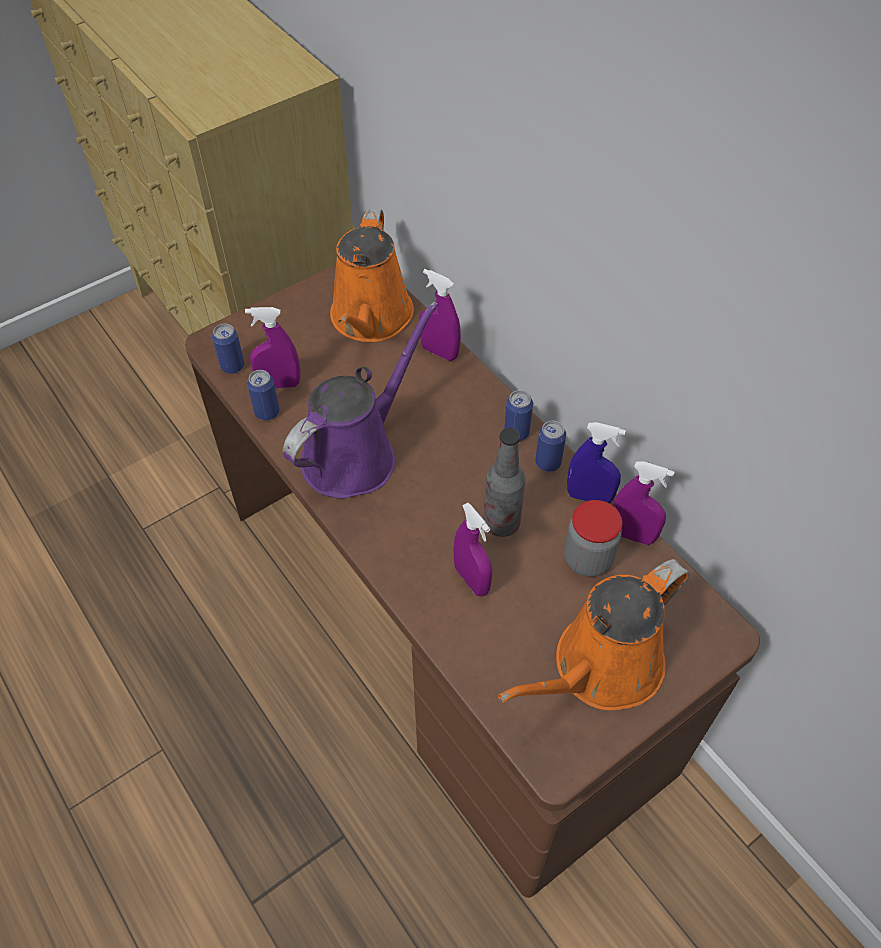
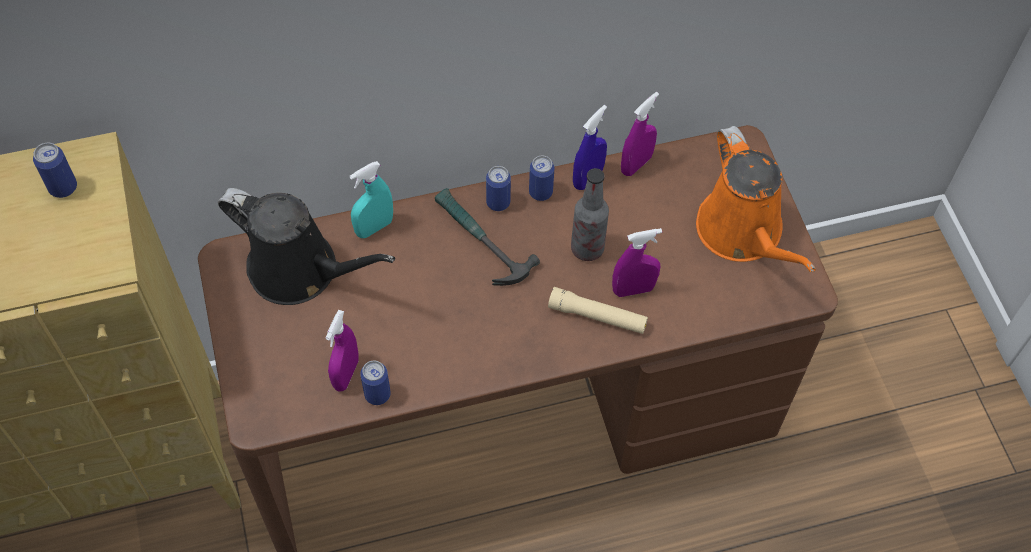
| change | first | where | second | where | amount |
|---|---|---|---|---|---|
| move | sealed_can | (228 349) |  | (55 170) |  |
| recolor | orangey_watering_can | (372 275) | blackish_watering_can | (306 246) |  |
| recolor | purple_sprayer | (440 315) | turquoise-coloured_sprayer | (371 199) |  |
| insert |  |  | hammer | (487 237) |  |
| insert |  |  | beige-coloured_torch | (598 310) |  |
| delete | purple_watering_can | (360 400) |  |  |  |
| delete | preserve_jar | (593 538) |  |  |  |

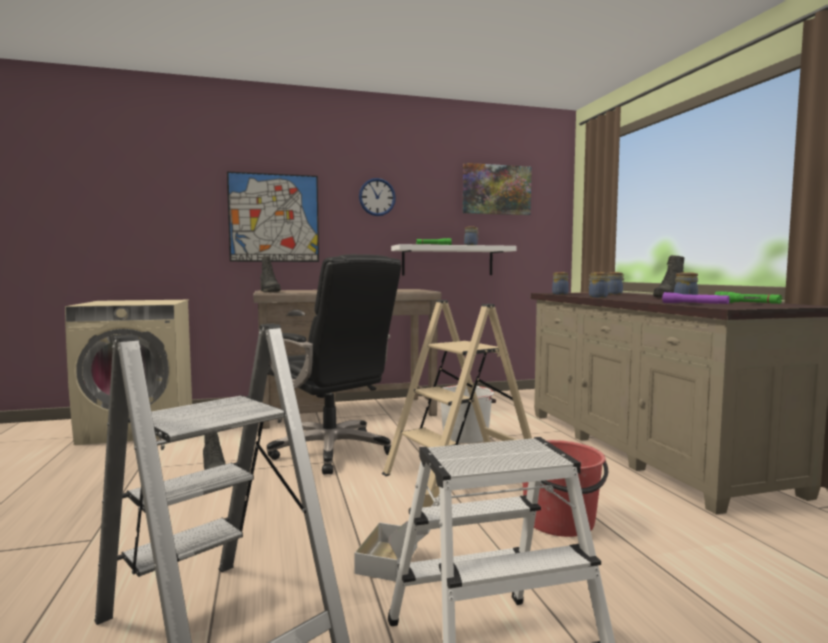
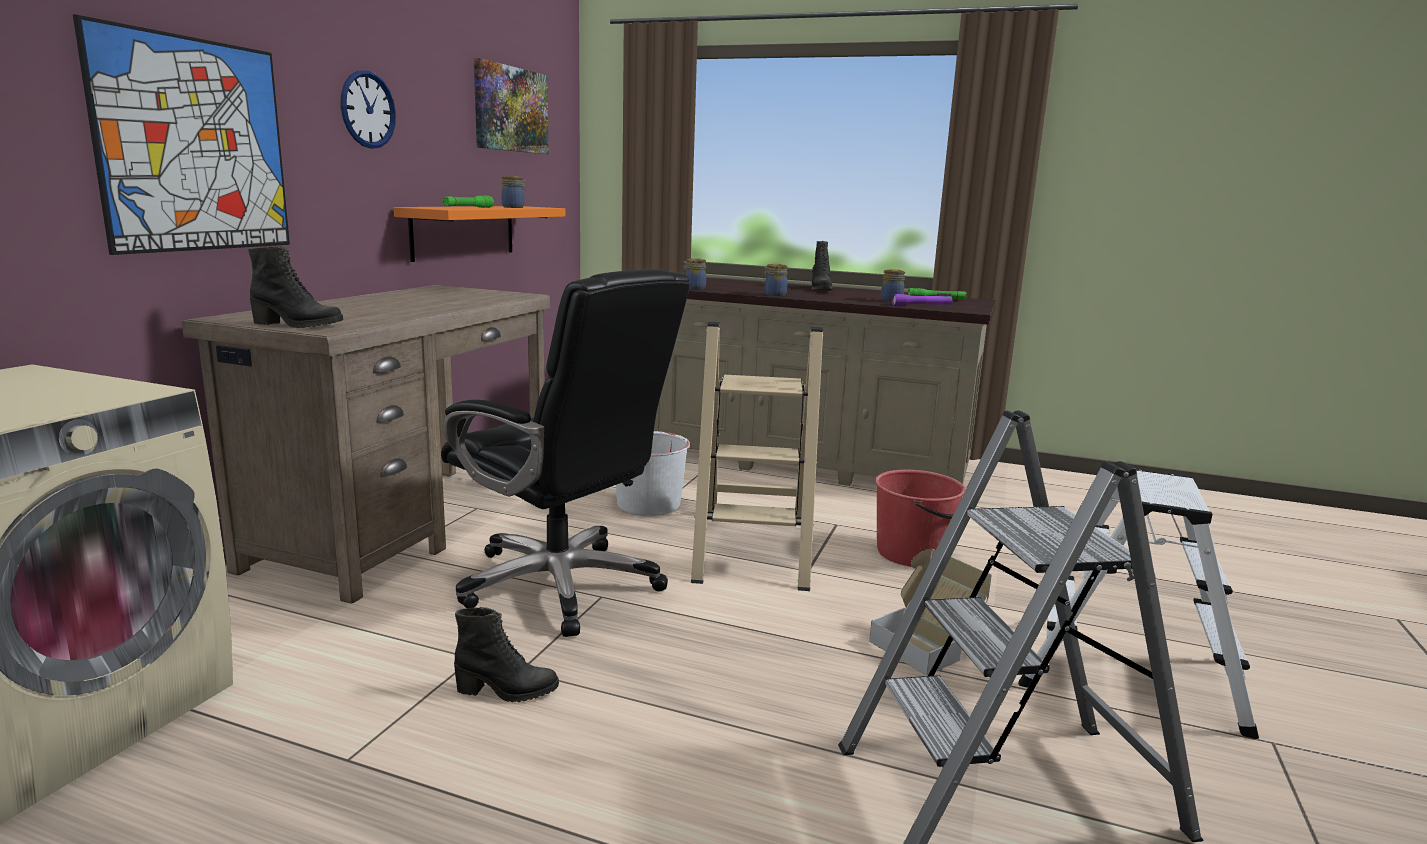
| change | first | where | second | where | amount |
|---|---|---|---|---|---|
| recolor | white_bracket_shelf | (454 259) | orangey_bracket_shelf | (480 234) |  |
| rotate | blackish_desk_chair | (334 364) |  | (565 453) | 45 degrees clockwise |
| delete | preserve_jar | (616 283) |  |  |  |

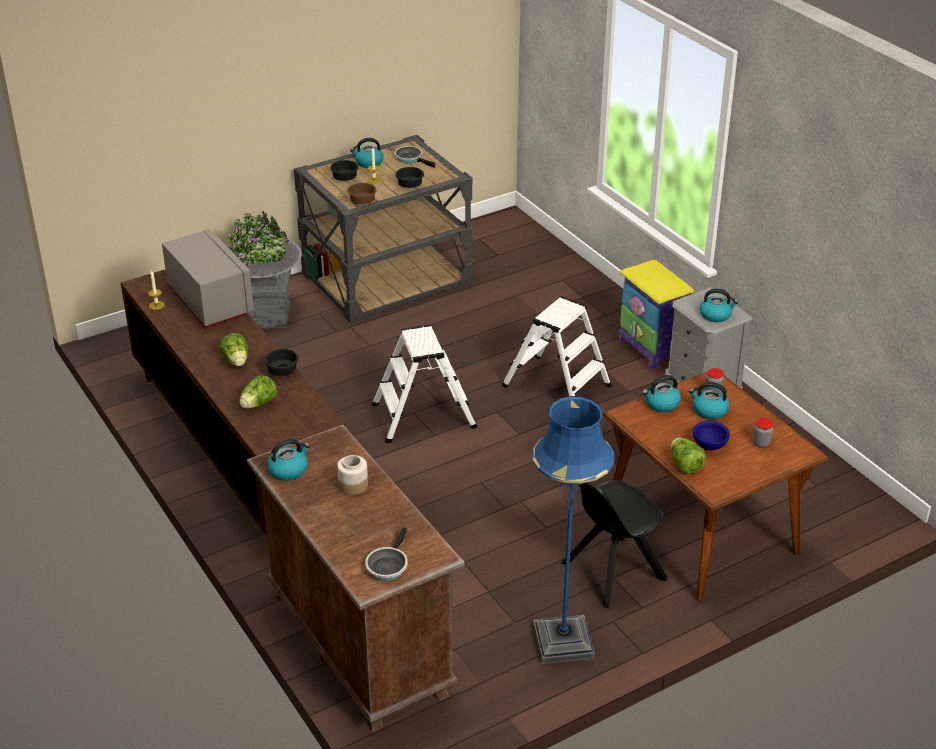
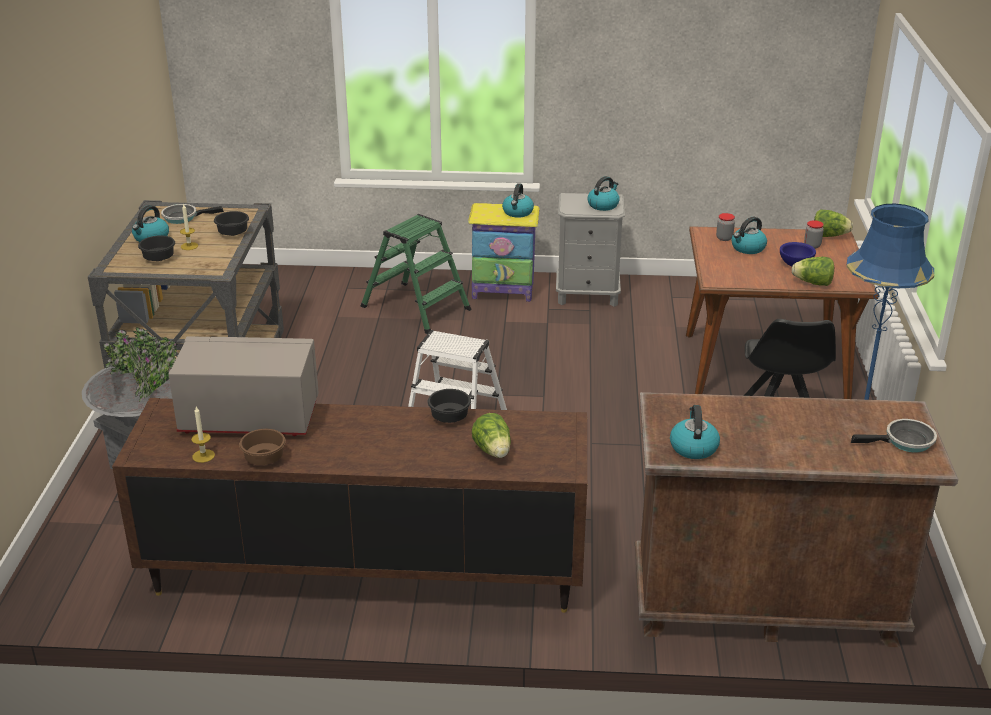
| change | first | where | second | where | amount |
|---|---|---|---|---|---|
| move | brown_serving_bowl | (362 193) |  | (262 447) |  |
| insert |  |  | greenish_stepladder | (416 274) |  |
| move | water_kettle | (661 393) |  | (518 200) |  |
| move | lettuce_head | (233 349) |  | (833 223) |  |
| rotate | pan | (386 554) |  | (894 435) | 60 degrees counterclockwise |
| delete | preserve_jar | (352 475) |  |  |  |
| delete | white_stepladder | (556 346) |  |  |  |

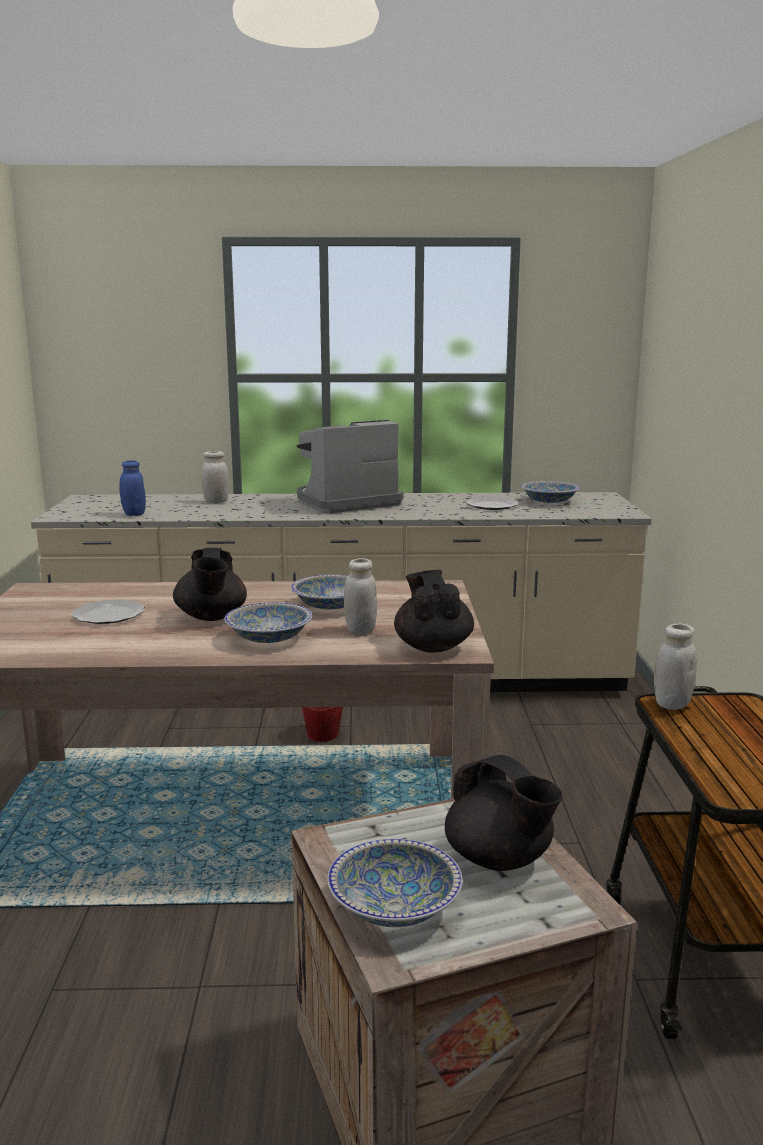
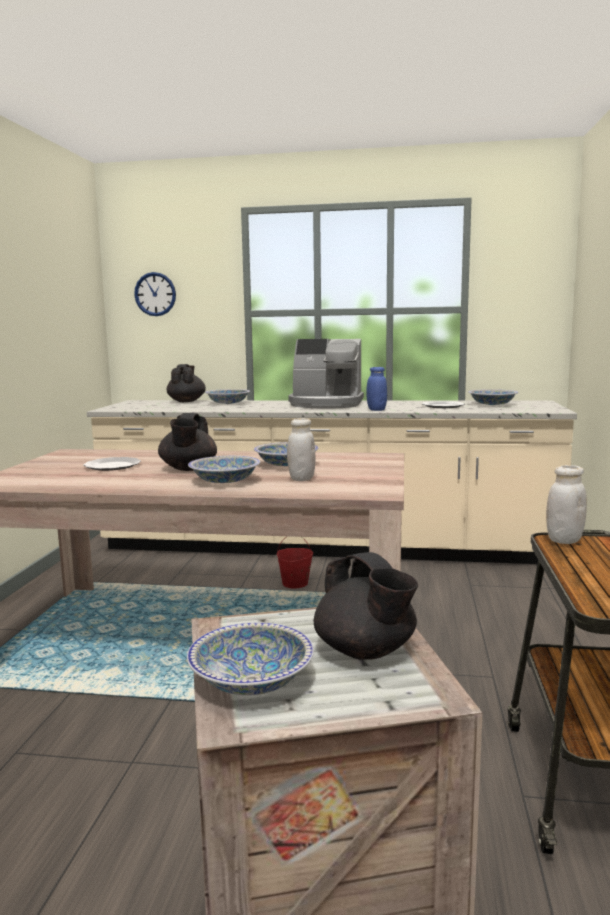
| change | first | where | second | where | amount |
|---|---|---|---|---|---|
| insert |  |  | wall_clock | (155 294) |  |
| move | blackish_pot_for_tea | (434 611) |  | (186 383) |  |
| replace | white_preserve_jar | (215 477) | serving_bowl | (227 396) |  |
| rotate | coffee_maker | (350 466) |  | (326 374) | 150 degrees counterclockwise |
| move | blue_preserve_jar | (132 488) |  | (376 389) |  |

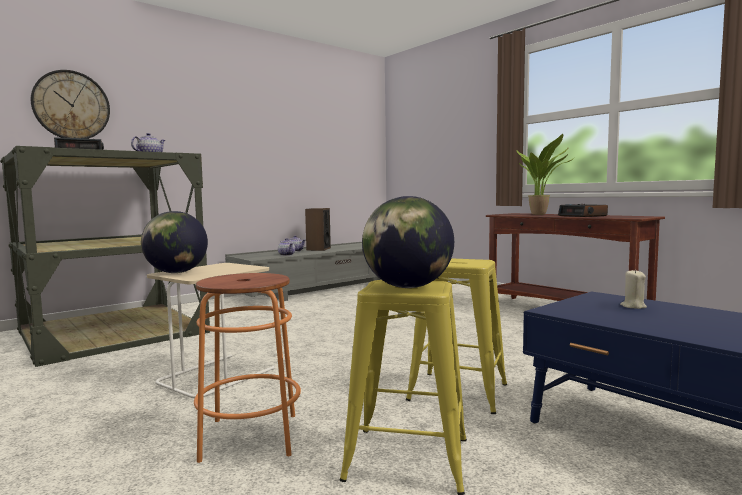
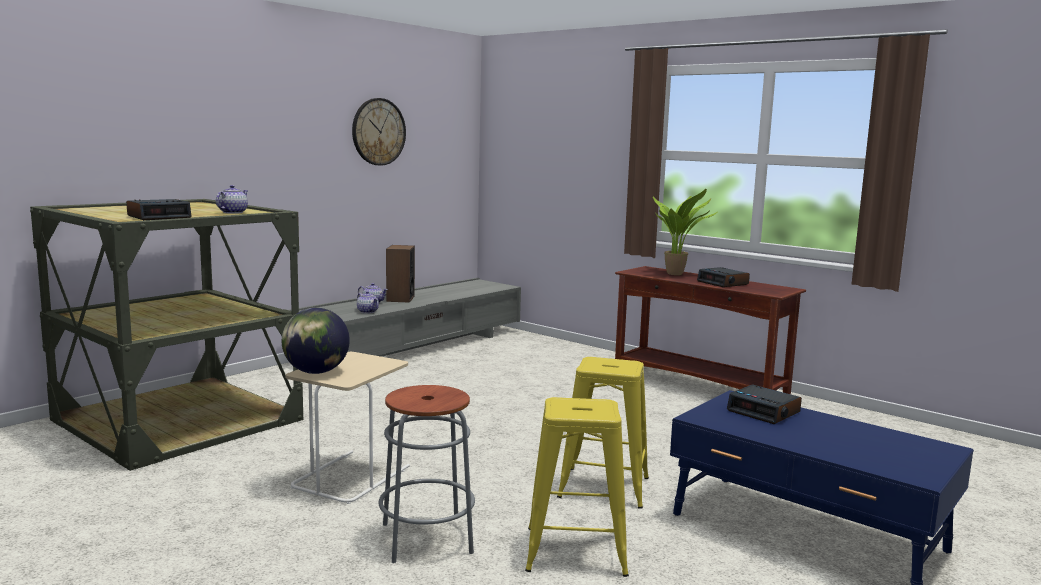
| change | first | where | second | where | amount |
|---|---|---|---|---|---|
| move | wall_clock | (70 104) |  | (379 132) |  |
| recolor | orangey_stool | (247 368) | gray_stool | (426 474) |  |
| replace | beige-coloured_candle | (633 289) | bedside_clock | (764 404) |  |
| delete | globe | (408 242) |  |  |  |

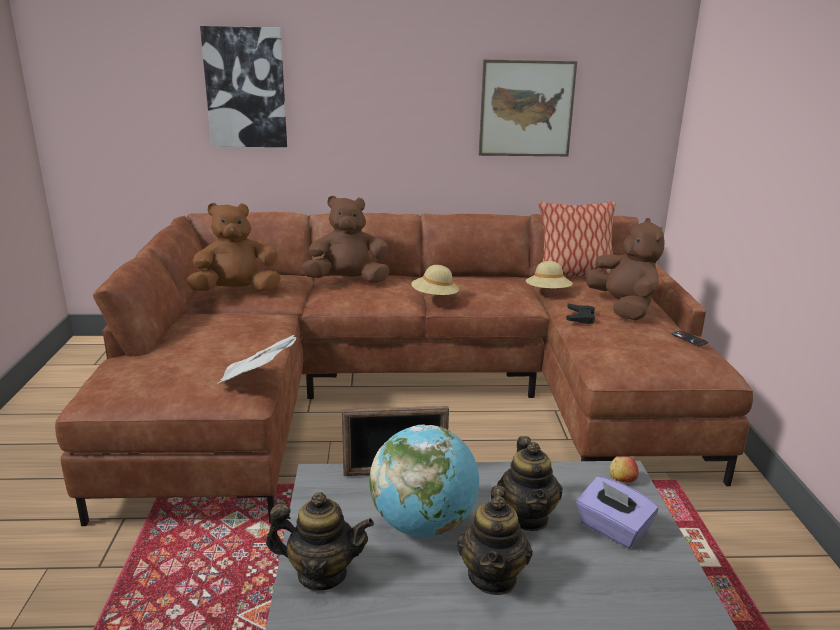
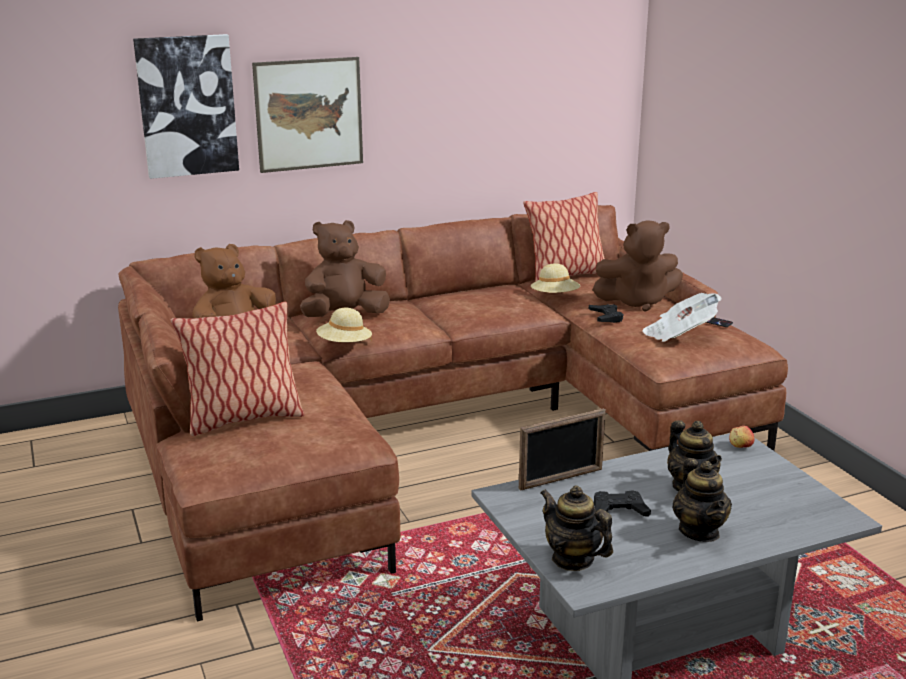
| change | first | where | second | where | amount |
|---|---|---|---|---|---|
| insert |  |  | cushion | (238 369) |  |
| move | wall_picture | (528 107) |  | (307 115) |  |
| move | beige-coloured_wearable_hat | (435 280) |  | (344 325) |  |
| rotate | pot_for_tea | (320 541) |  | (576 528) | 120 degrees counterclockwise |
| rotate | brown_plush_toy | (625 269) |  | (637 266) | 120 degrees clockwise |
| replace | globe | (424 481) | blackish_gamepad | (622 503) |  |
| move | newspaper | (256 359) |  | (682 317) |  |
| delete | purple_tissue_box | (617 512) |  |  |  |

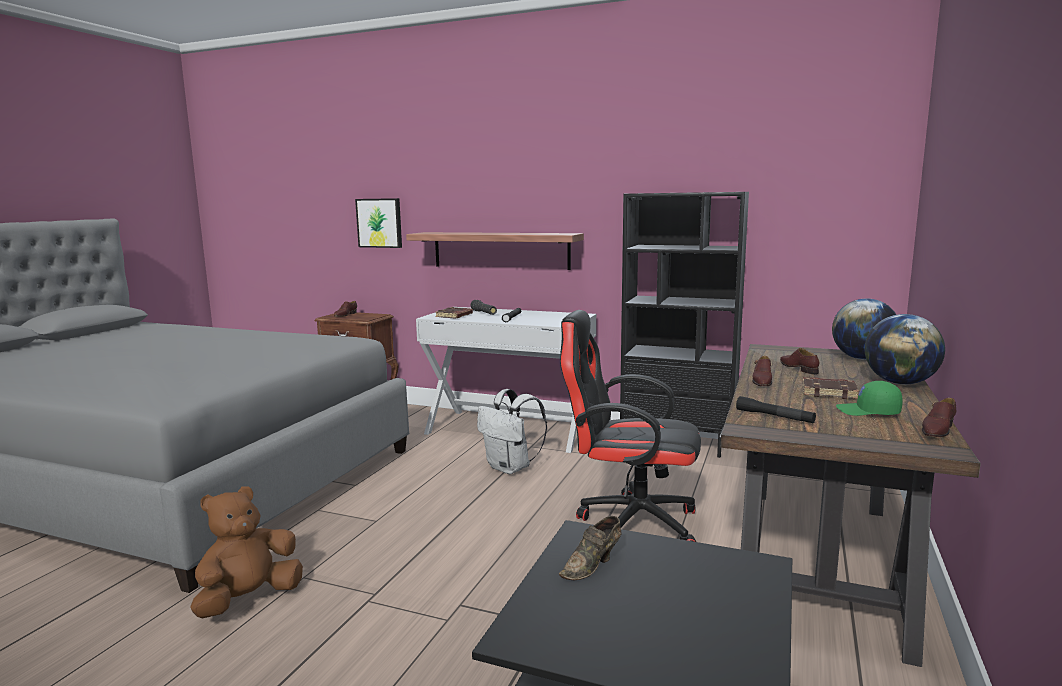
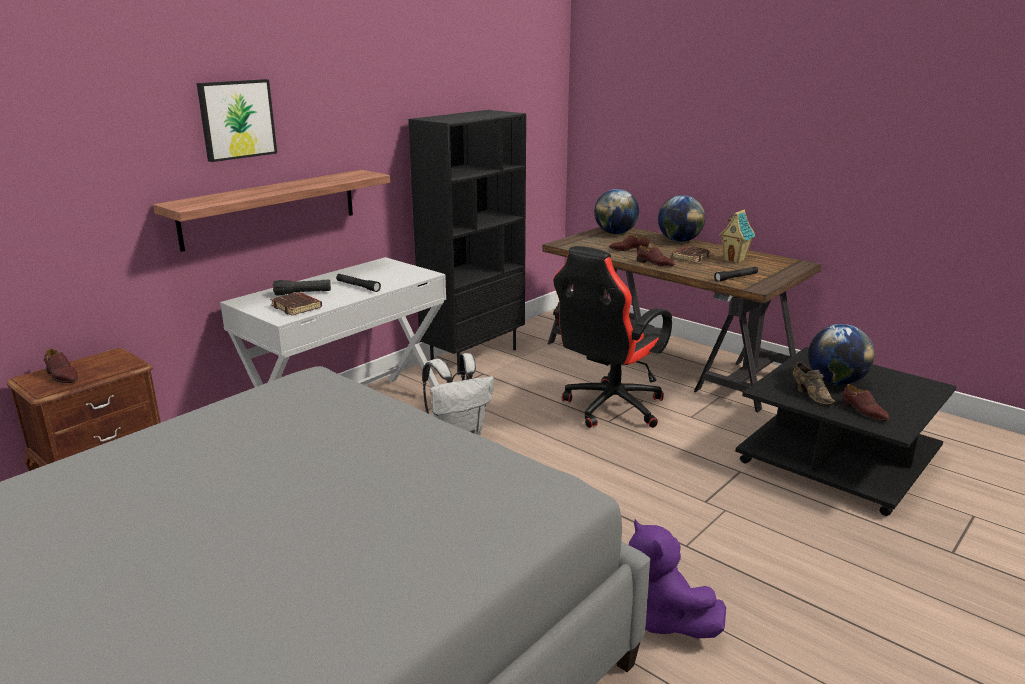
| change | first | where | second | where | amount |
|---|---|---|---|---|---|
| move | wall_picture | (378 223) |  | (237 120) |  |
| recolor | brown_plush_toy | (246 552) | purple_plush_toy | (677 578) |  |
| replace | greenish_peaked_cap | (869 398) | toy_house | (737 236) |  |
| insert |  |  | globe | (841 354) |  |
| move | brown_item_of_footwear | (939 417) |  | (865 402) |  |

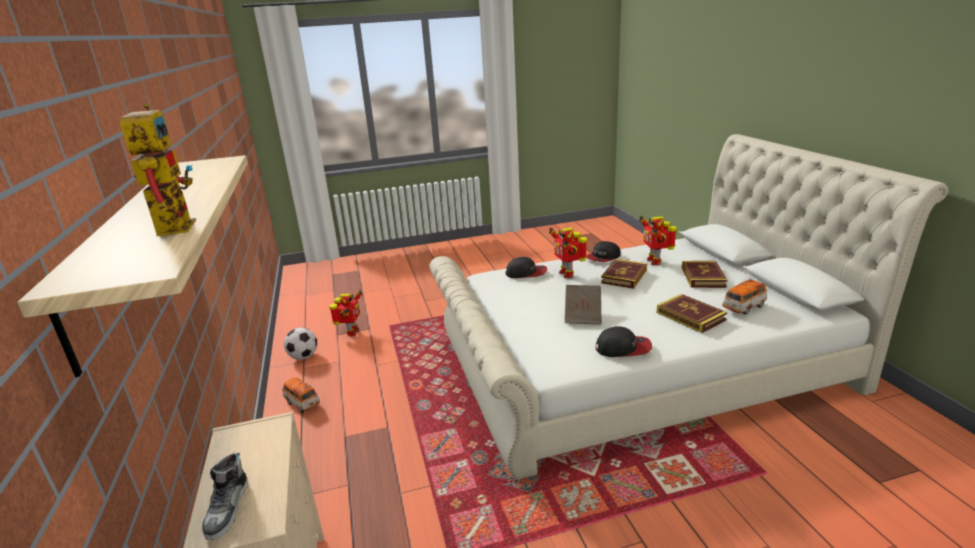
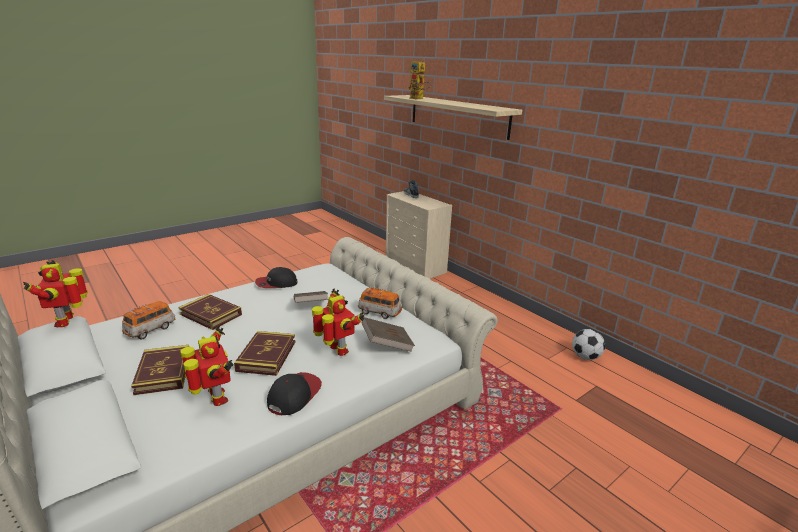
| change | first | where | second | where | amount |
|---|---|---|---|---|---|
| move | toy_robot | (346 312) |  | (55 293) |  |
| move | model_car | (301 395) |  | (380 303) |  |
| replace | peaked_cap | (526 267) | brown_bound_book | (388 334) |  |

